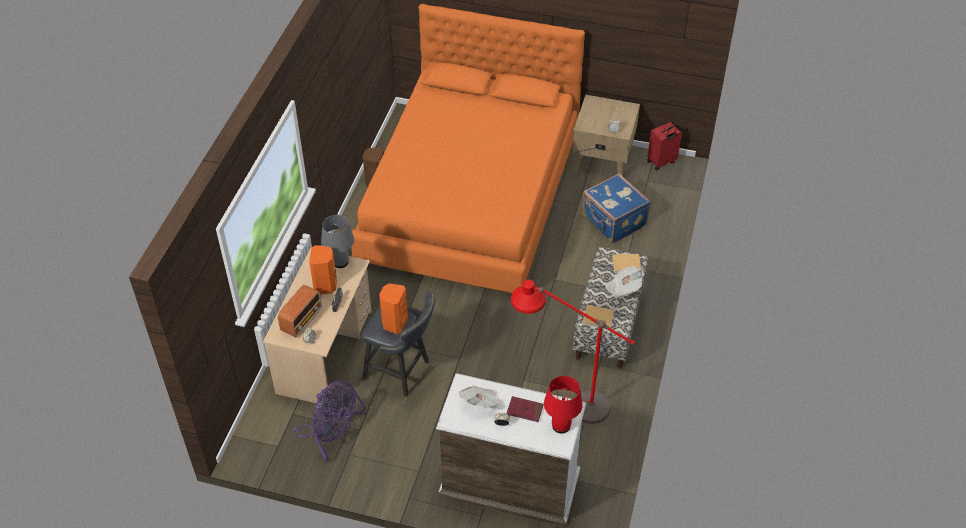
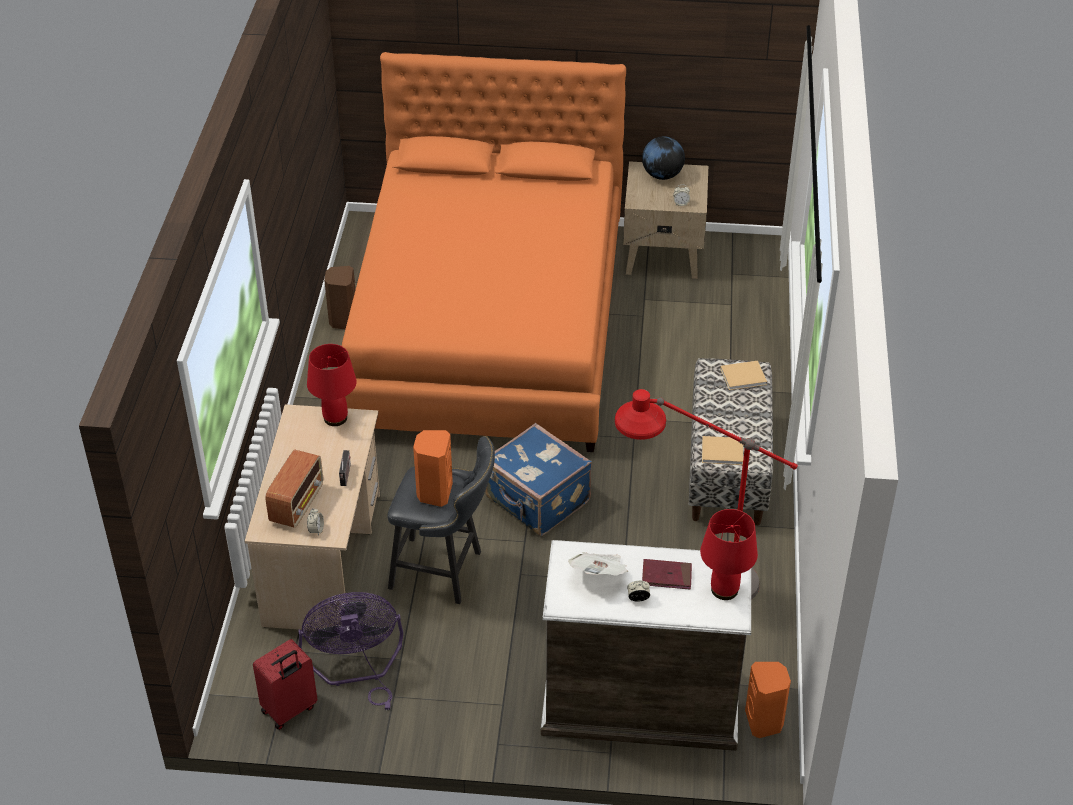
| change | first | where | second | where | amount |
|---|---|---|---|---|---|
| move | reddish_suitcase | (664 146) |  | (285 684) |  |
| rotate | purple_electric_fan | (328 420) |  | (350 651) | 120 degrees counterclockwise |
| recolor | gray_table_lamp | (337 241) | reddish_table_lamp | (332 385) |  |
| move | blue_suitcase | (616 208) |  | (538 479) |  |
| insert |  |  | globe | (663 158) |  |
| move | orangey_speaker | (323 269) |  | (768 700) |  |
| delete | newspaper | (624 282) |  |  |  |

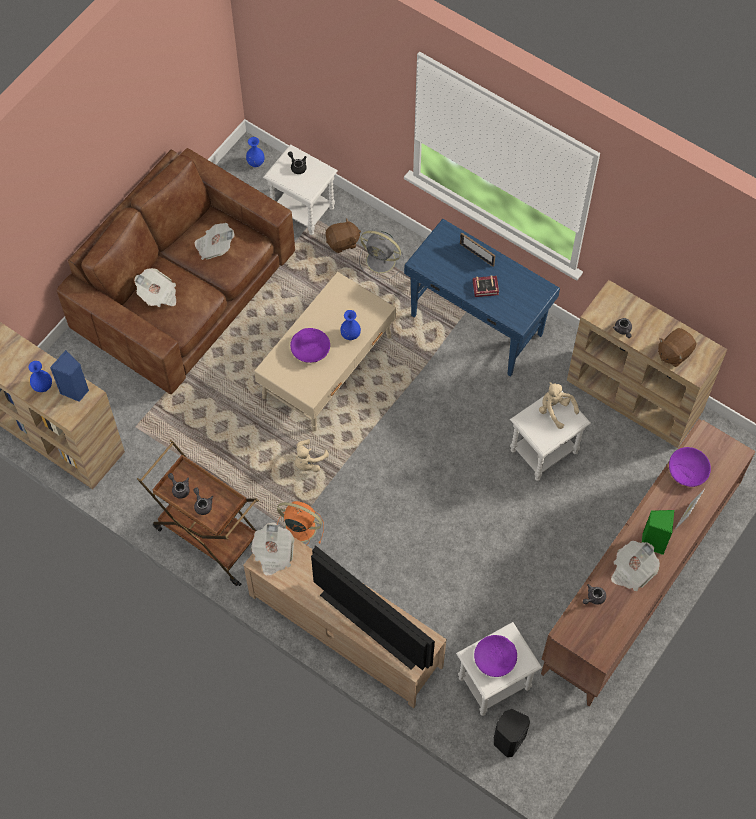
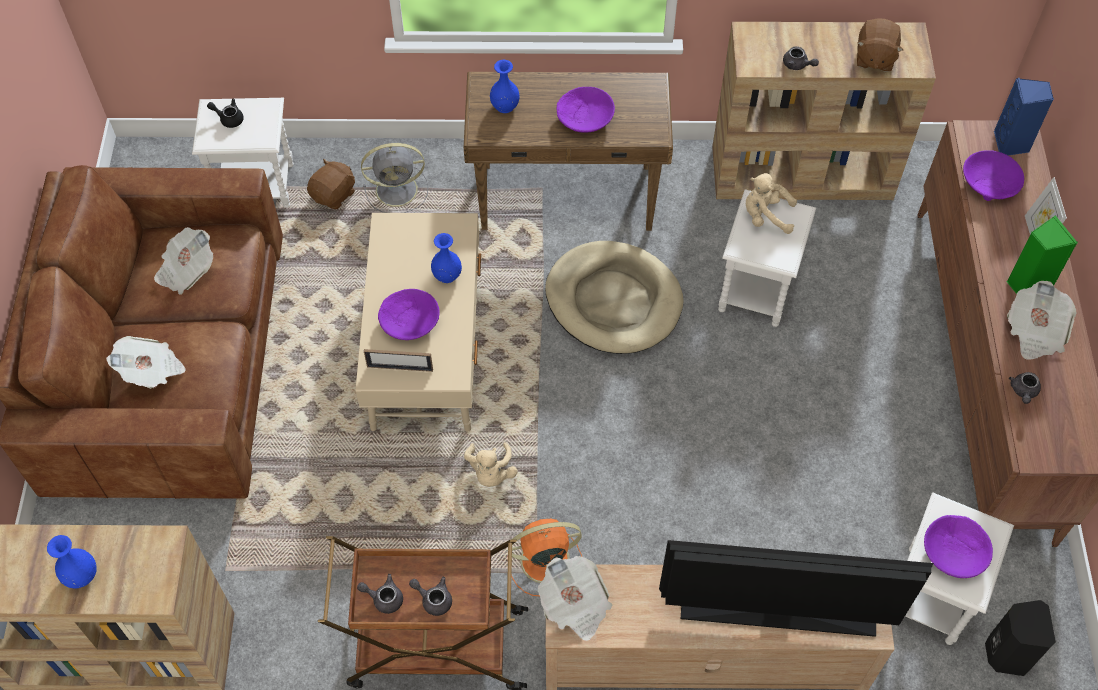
| change | first | where | second | where | amount |
|---|---|---|---|---|---|
| move | picture_frame | (478 250) |  | (398 360) |  |
| recolor | blue_narrow_table | (482 298) | brown_narrow_table | (568 151) |  |
| move | blue_vase | (255 152) |  | (505 86) |  |
| insert |  |  | beige-coloured_pet_bed | (614 297) |  |
| replace | bound_book | (486 286) | purple_serving_bowl | (586 110) |  |
| move | blue_speaker | (69 376) |  | (1024 117) |  |

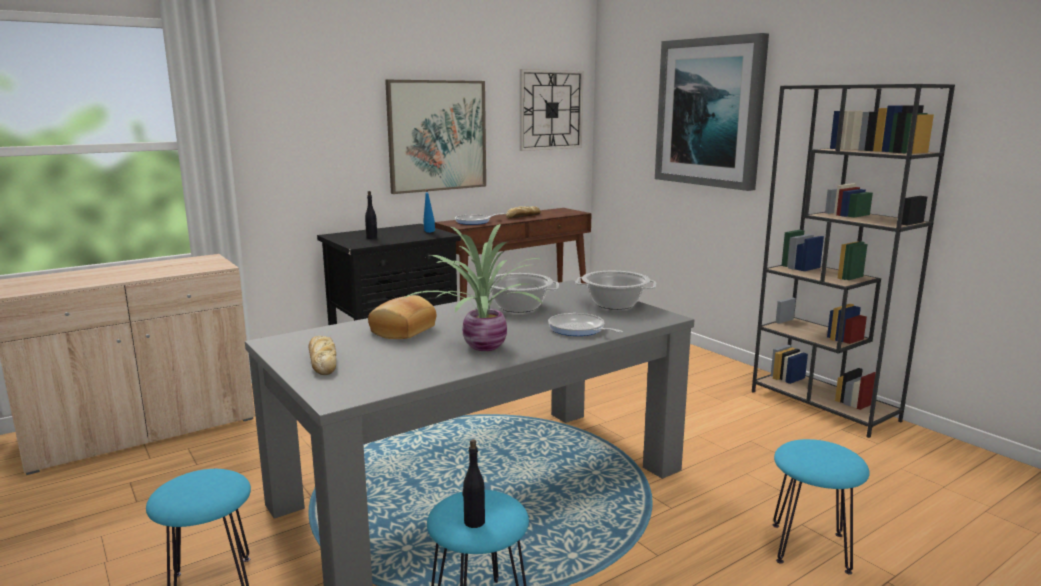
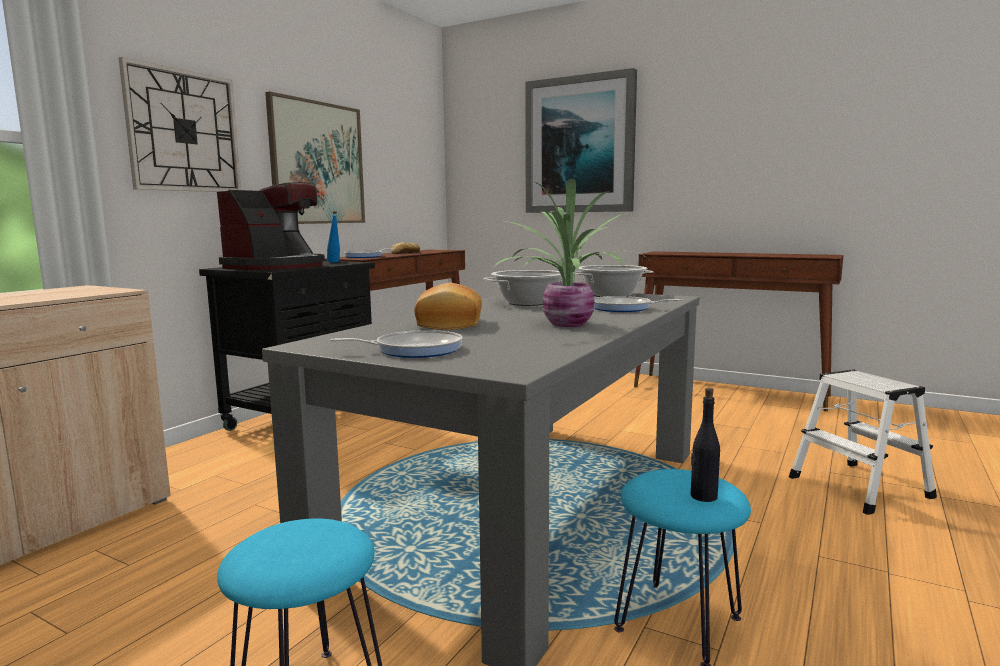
| change | first | where | second | where | amount |
|---|---|---|---|---|---|
| move | wall_clock | (552 110) |  | (180 124) |  |
| replace | blackish_drink_bottle | (371 215) | coffee_maker | (271 226) |  |
| replace | bread | (322 355) | pan | (396 344) |  |
| replace | shelving_unit | (853 261) | brown_narrow_table | (738 331) |  |
| replace | turquoise-coloured_stool | (821 507) | white_stepladder | (863 442) |  |

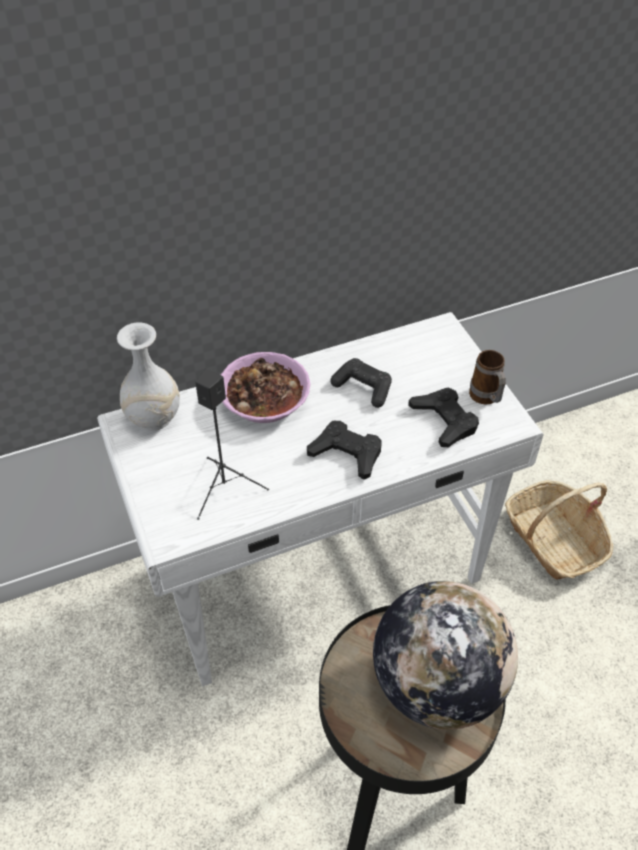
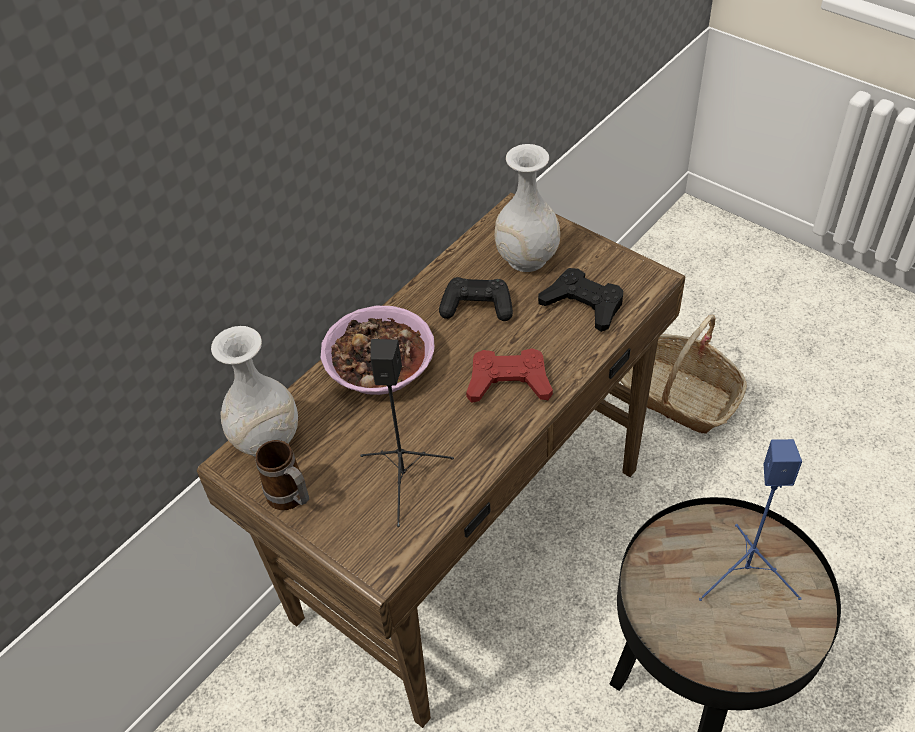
| change | first | where | second | where | amount |
|---|---|---|---|---|---|
| recolor | white_narrow_table | (320 499) | brown_narrow_table | (441 460) |  |
| move | mug | (487 377) |  | (282 475) |  |
| recolor | blackish_gamepad | (344 450) | reddish_gamepad | (509 375) |  |
| insert |  |  | white_vase | (527 208) |  |
| replace | globe | (445 655) | blue_speaker | (750 520) |  |

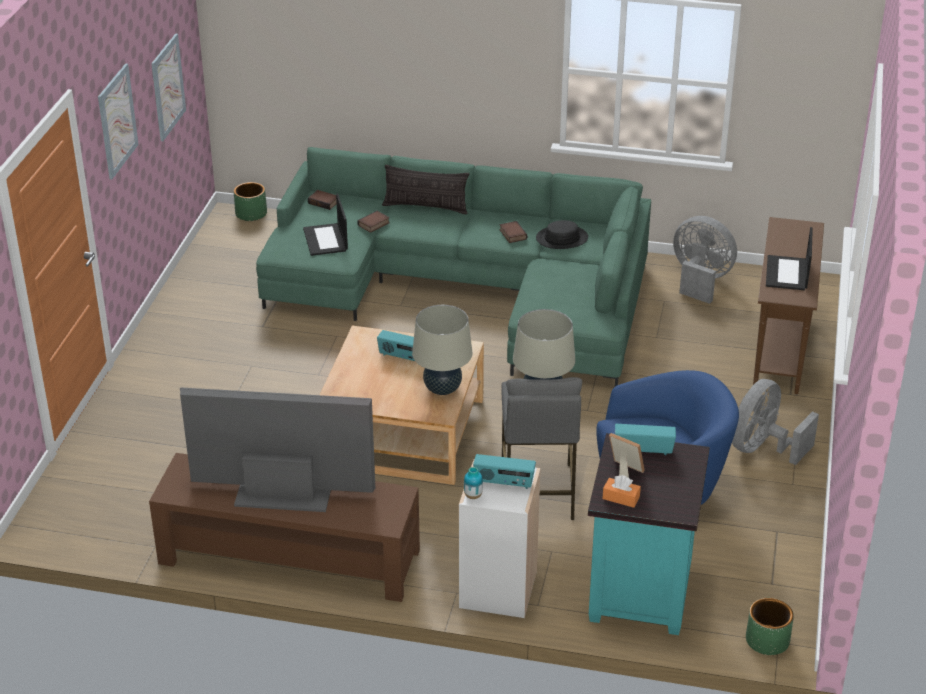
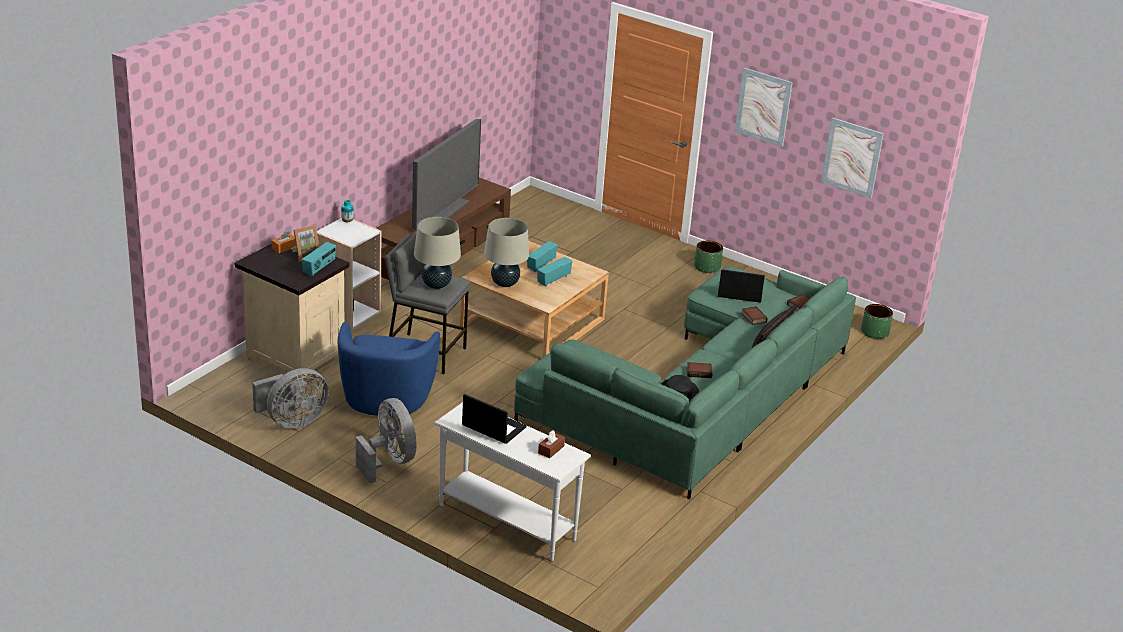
| change | first | where | second | where | amount |
|---|---|---|---|---|---|
| recolor | turquoise-coloured_storage_cabinet | (649 534) | beige-coloured_storage_cabinet | (292 312) |  |
| move | gray_electric_fan | (705 260) |  | (290 398) |  |
| recolor | brown_narrow_table | (788 306) | white_narrow_table | (512 481) |  |
| move | radio | (504 471) |  | (542 256) |  |
| insert |  |  | brown_tissue_box | (551 444) |  |
| move | greenish_planter | (770 626) |  | (708 257) |  |

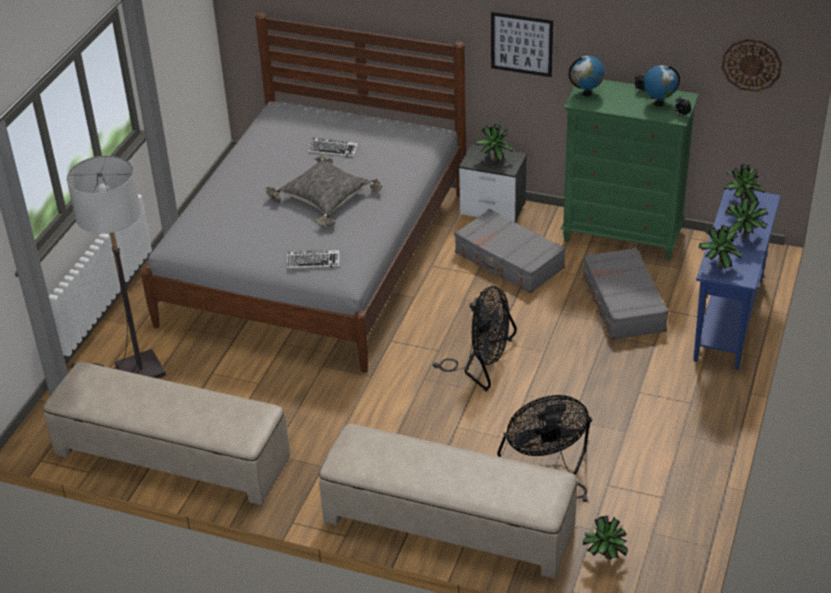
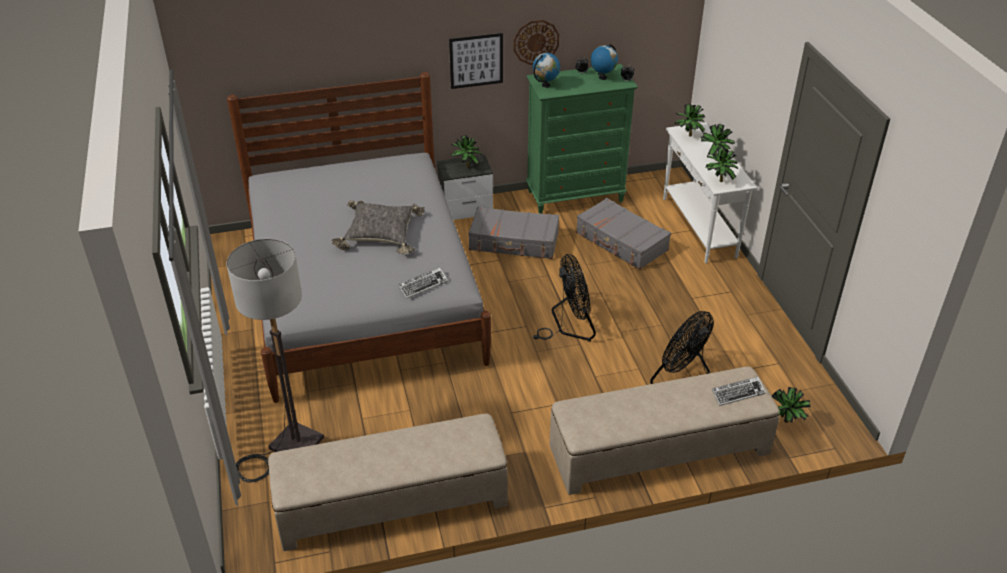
| change | first | where | second | where | amount |
|---|---|---|---|---|---|
| move | wall_clock | (752 65) |  | (536 42) |  |
| recolor | blue_narrow_table | (737 279) | white_narrow_table | (710 192) |  |
| move | PC_keyboard | (333 147) |  | (739 391) |  |

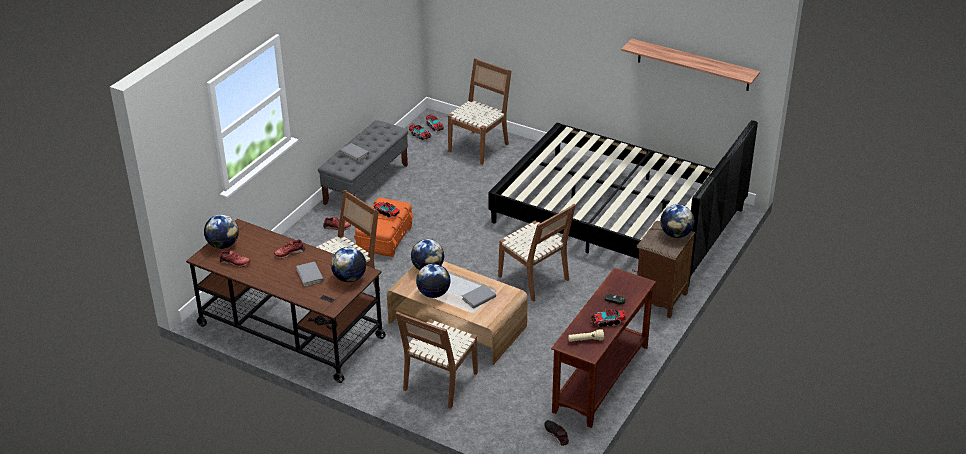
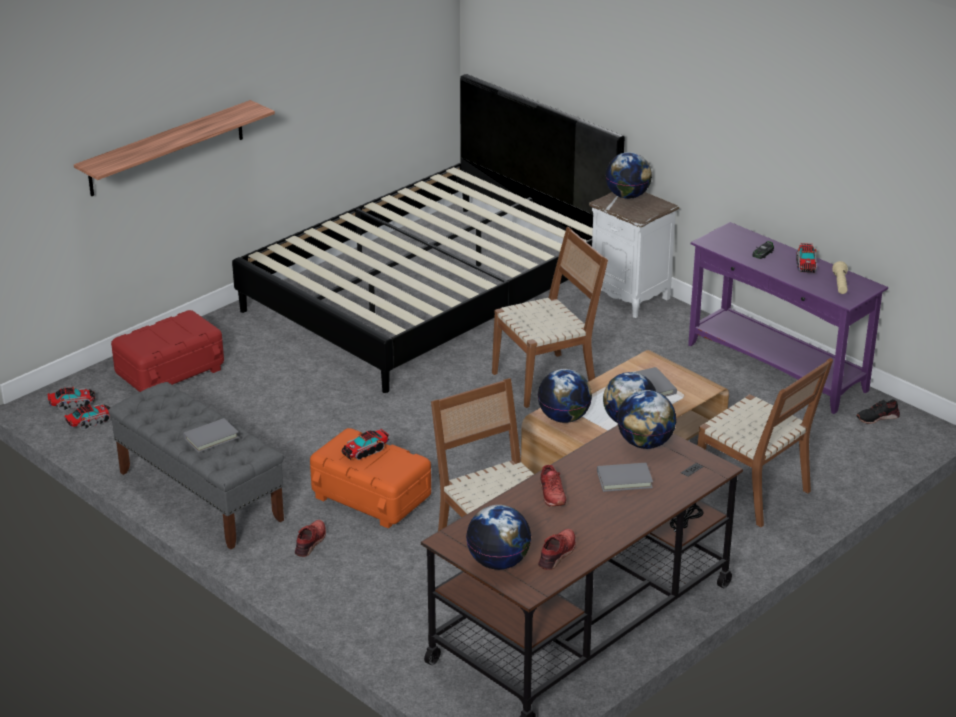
| change | first | where | second | where | amount |
|---|---|---|---|---|---|
| move | bracket_shelf | (690 64) |  | (174 148) |  |
| replace | chair | (479 111) | reddish_storage_container | (167 351) |  |
| recolor | brown_night_table | (663 269) | white_night_table | (634 255) |  |
| recolor | brown_narrow_table | (603 348) | purple_narrow_table | (788 318) |  |

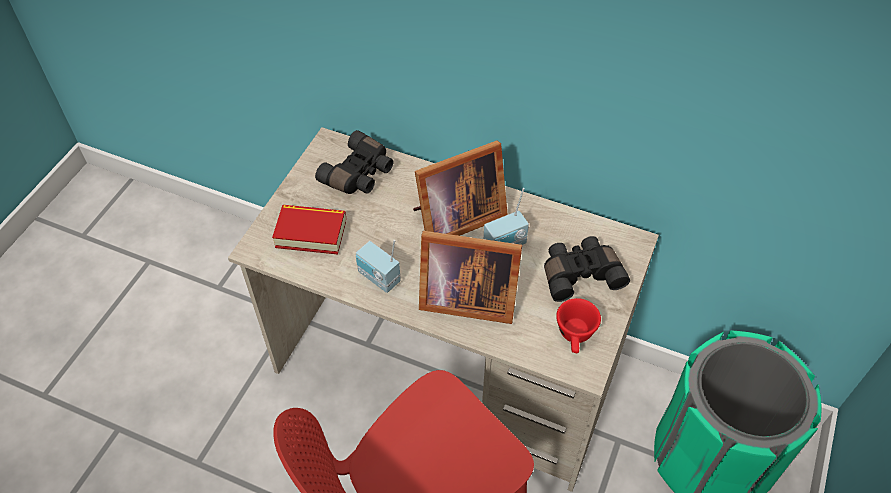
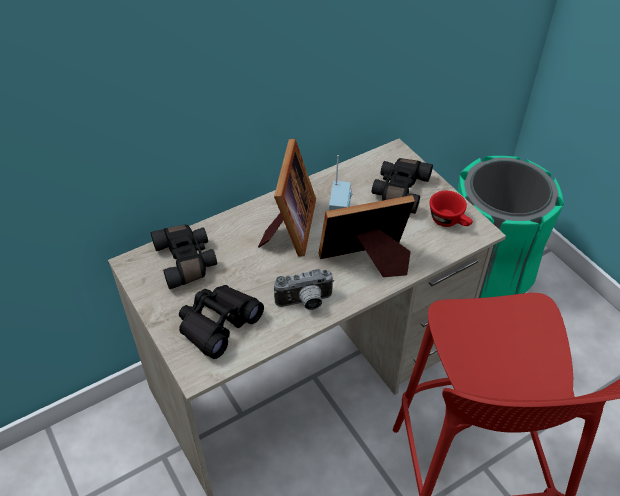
| change | first | where | second | where | amount |
|---|---|---|---|---|---|
| replace | bound_book | (309 230) | blackish_binoculars | (221 322) |  |
| replace | radio | (378 266) | photo_camera | (304 289) |  |
| rotate | picture_frame | (470 277) |  | (366 236) | 150 degrees counterclockwise |

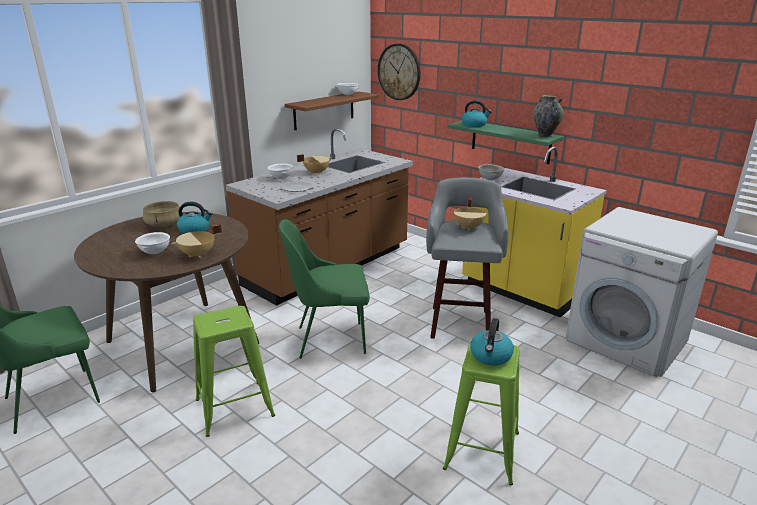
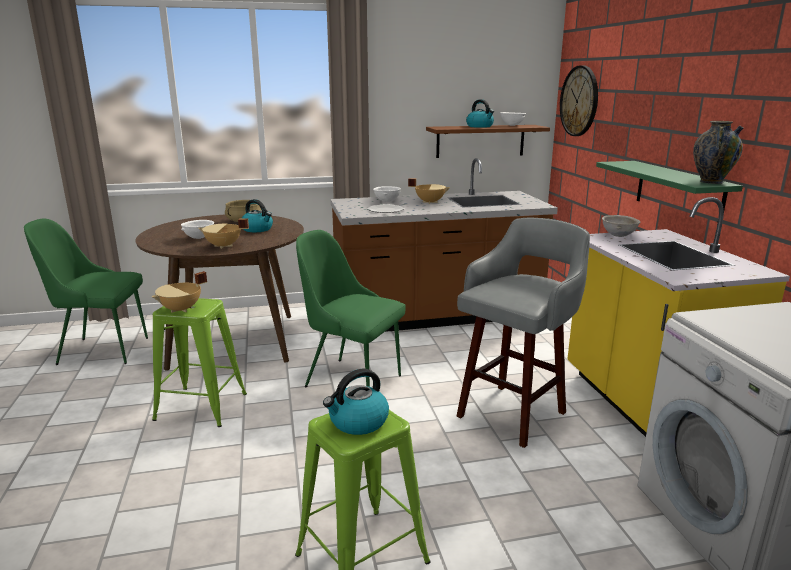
| change | first | where | second | where | amount |
|---|---|---|---|---|---|
| move | beige-coloured_saucepot | (470 213) |  | (179 292) |  |
| move | water_kettle | (477 113) |  | (480 113) |  |

